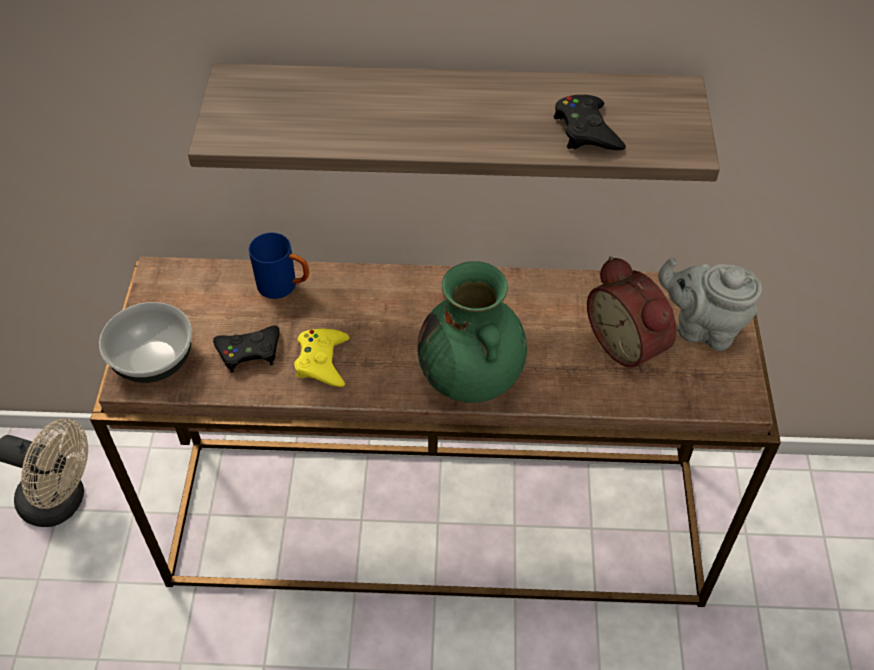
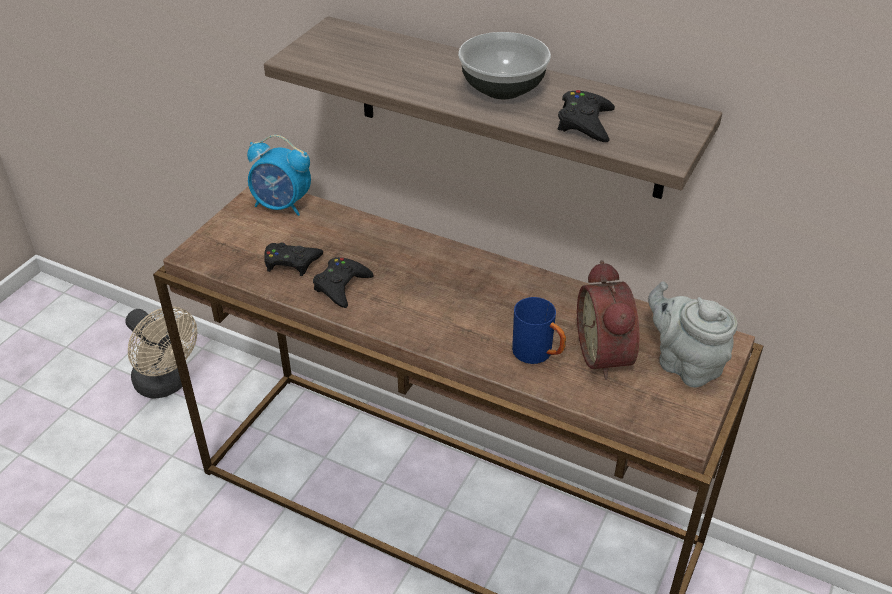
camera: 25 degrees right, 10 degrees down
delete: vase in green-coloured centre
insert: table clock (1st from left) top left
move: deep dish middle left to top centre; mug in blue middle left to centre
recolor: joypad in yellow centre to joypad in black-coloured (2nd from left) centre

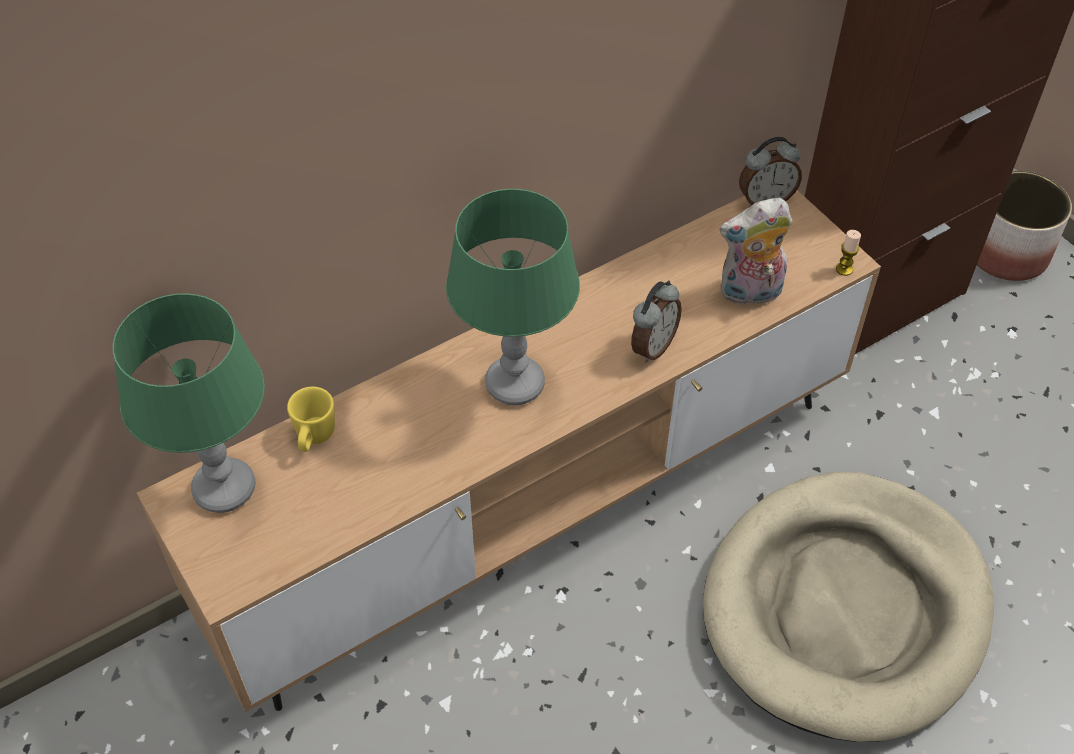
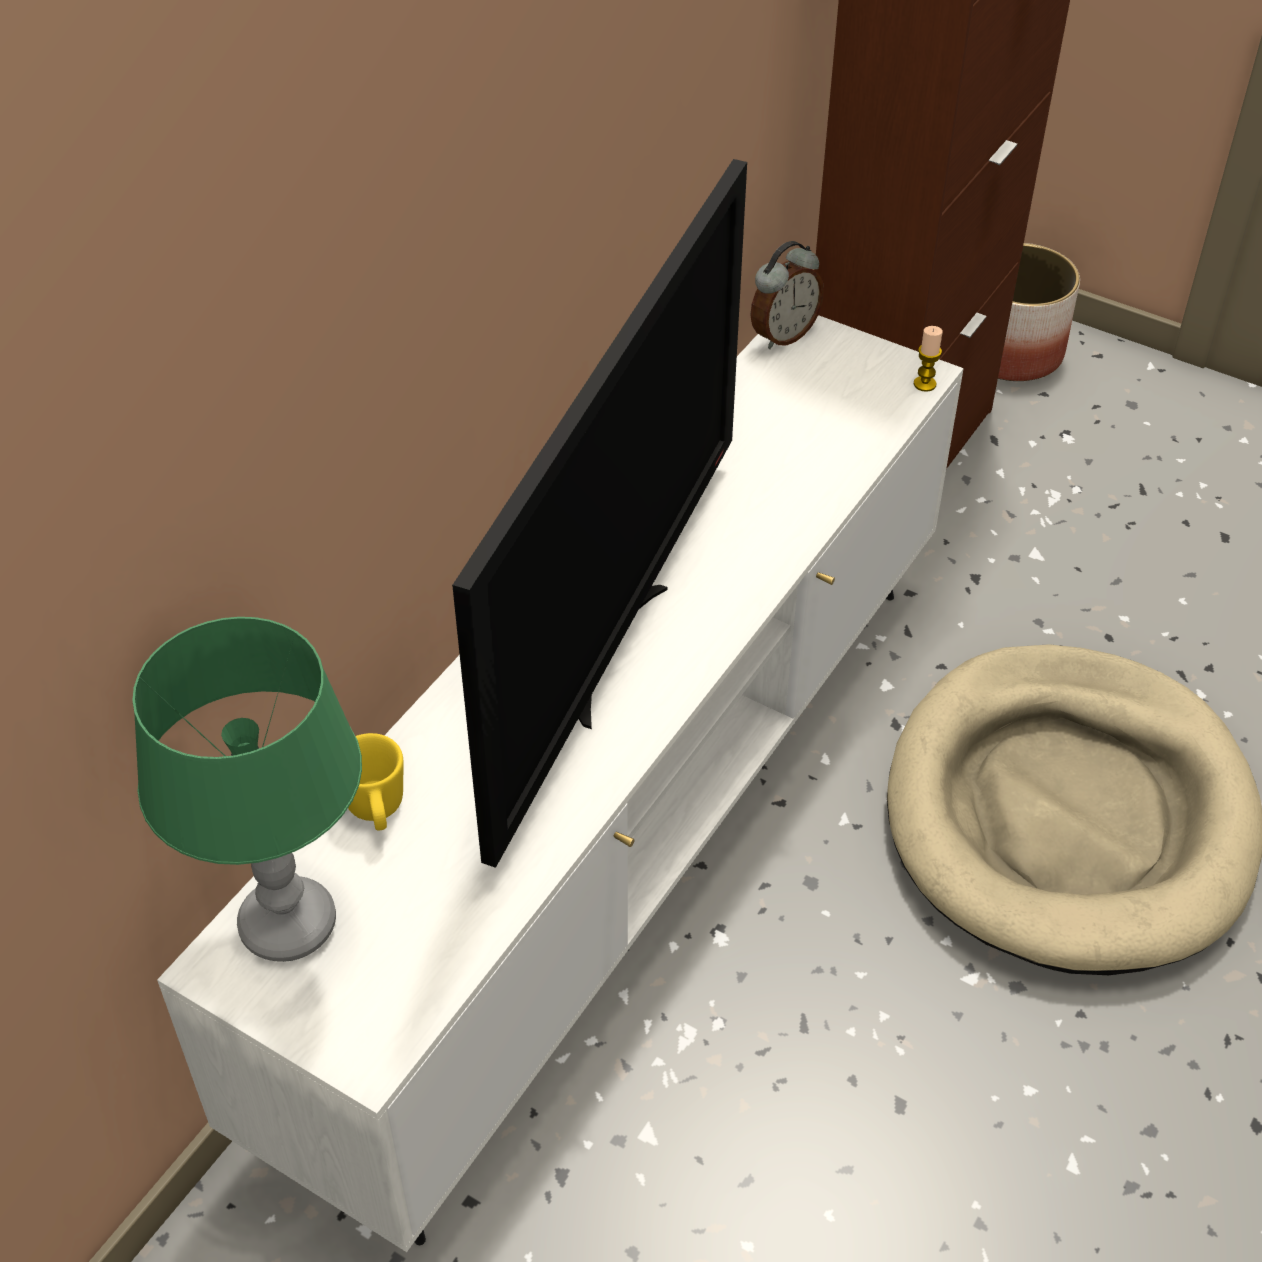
camera: 25 degrees left, 5 degrees down
delete: table clock (1st from left) centre; cuddly toy top right
replace: tabletop lamp in green-coloured (2nd from left) centre to TV set centre
recolor: tv stand in brown-coloured centre to tv stand in whitish centre

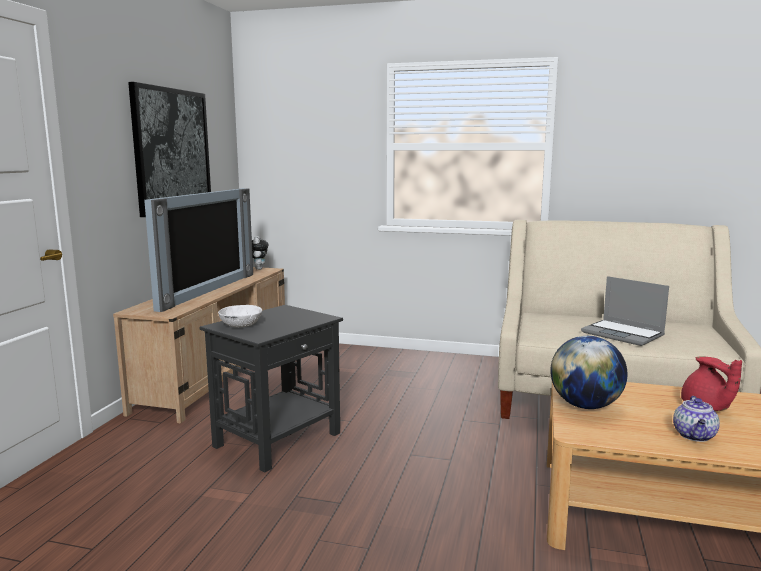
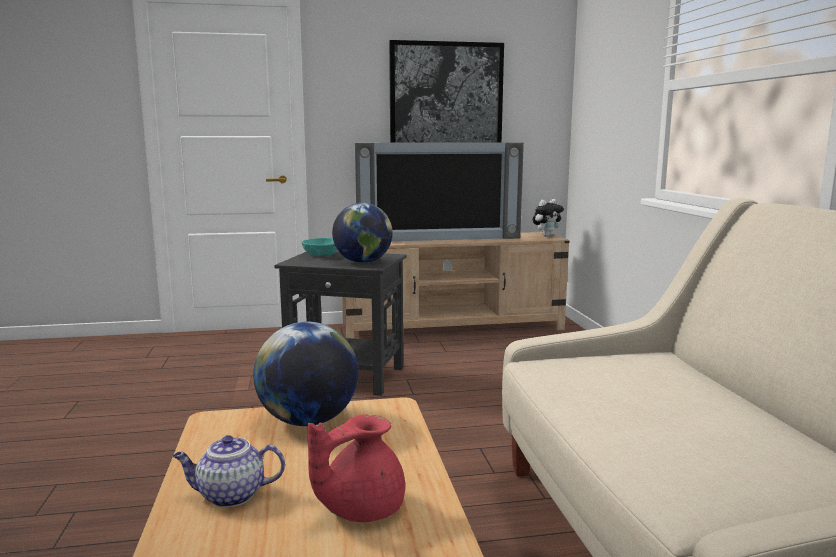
camera: 65 degrees right, 0 degrees up
delete: laptop middle right
insert: globe (2nd from left) centre
recolor: deep dish in whitish middle left to deep dish in blue-green centre

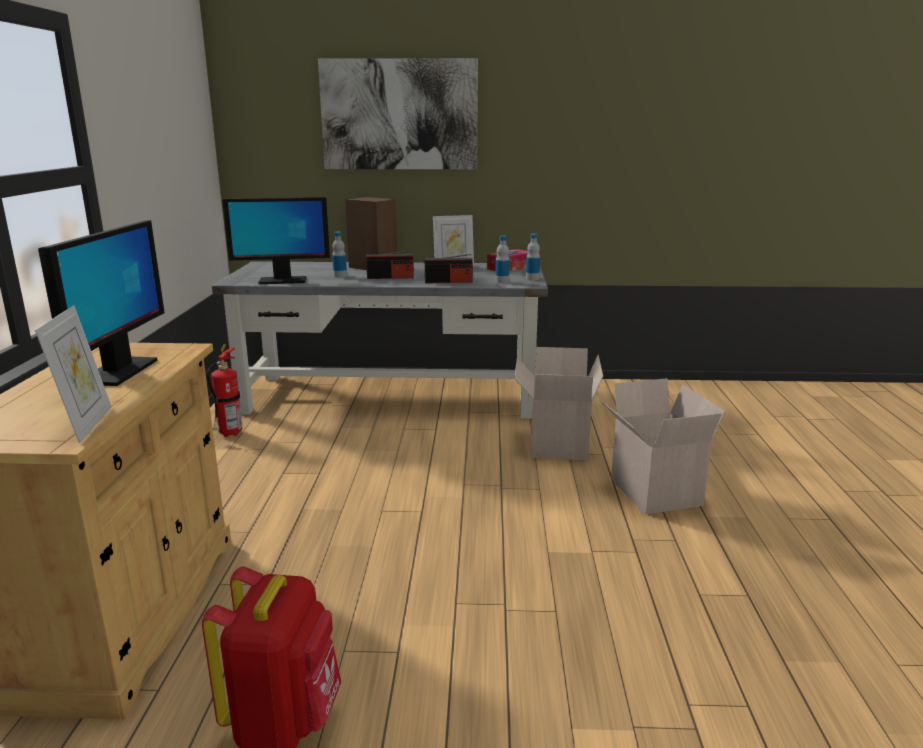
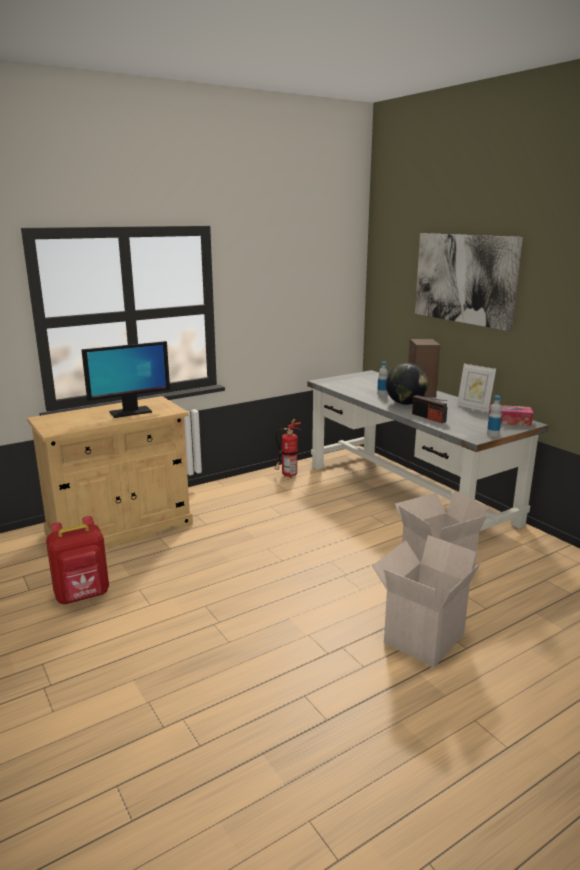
camera: 55 degrees right, 0 degrees up
delete: picture frame (1st from left) middle left; computer display (2nd from left) top left; bottle (2nd from left) centre
replace: radio (1st from left) centre to globe middle right

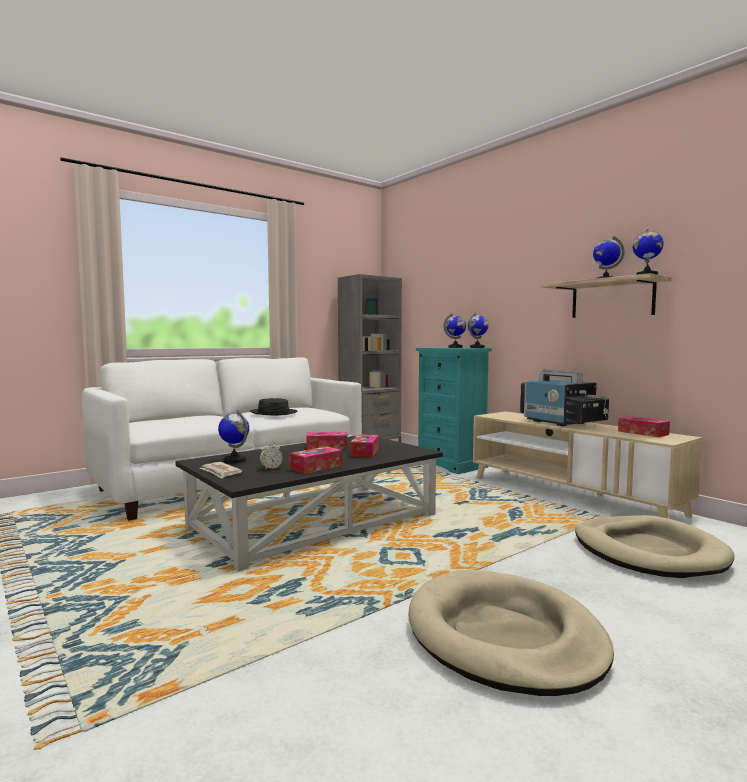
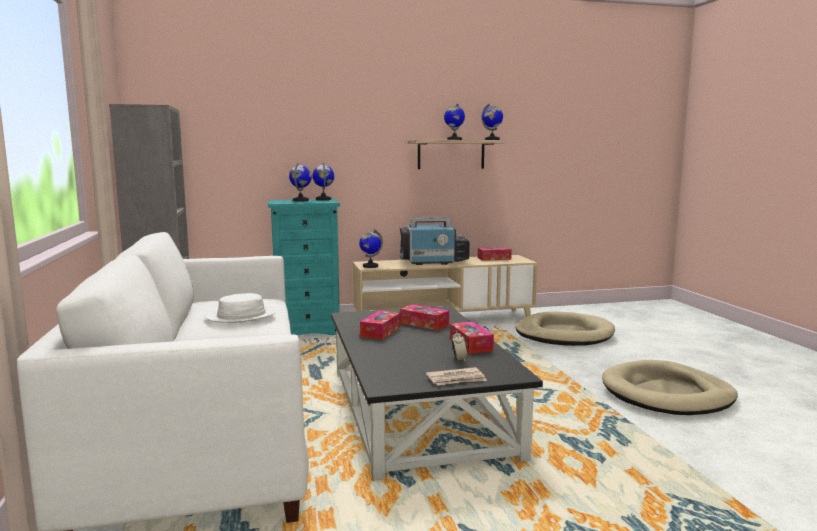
camera: 65 degrees left, 5 degrees up
move: globe (1st from left in the first image) middle left to globe (3rd from left) centre
recolor: clothing hat in black-coloured centre to clothing hat in whitish middle left

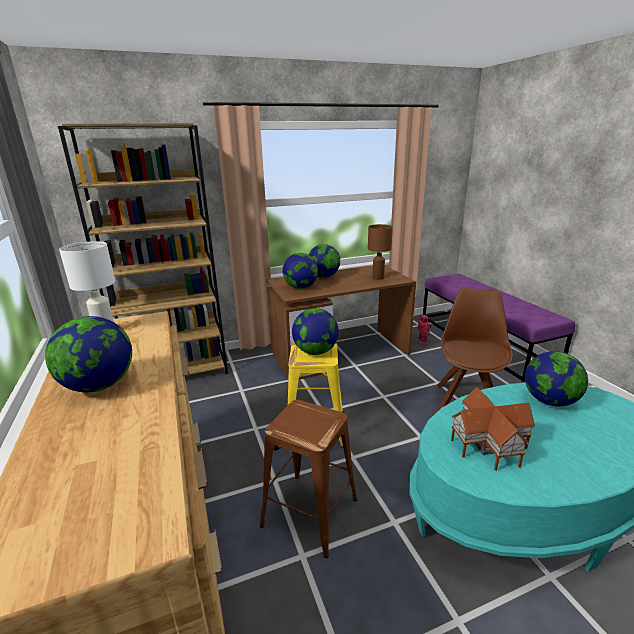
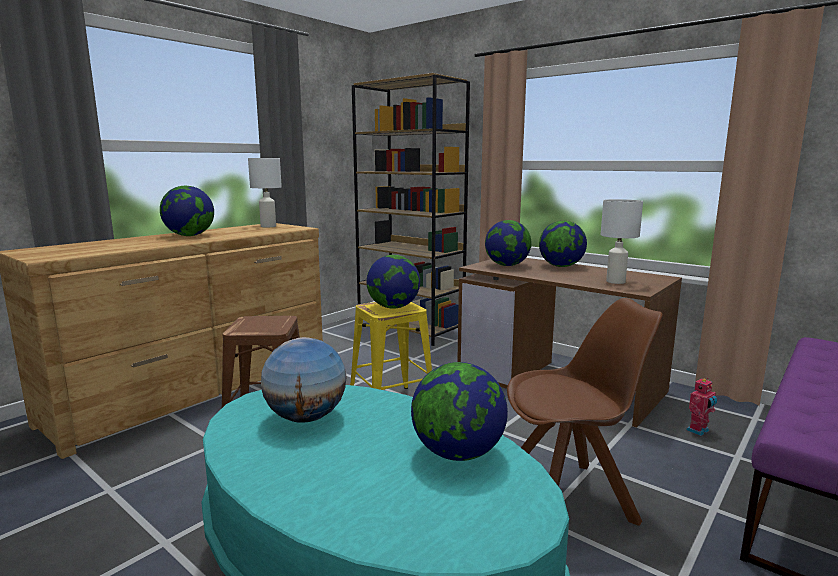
camera: 60 degrees right, 10 degrees down
replace: miniature house bottom right to globe (2nd from left) centre
recolor: tabletop lamp in brown-coloured centre to tabletop lamp in whitish (2nd from left) middle right

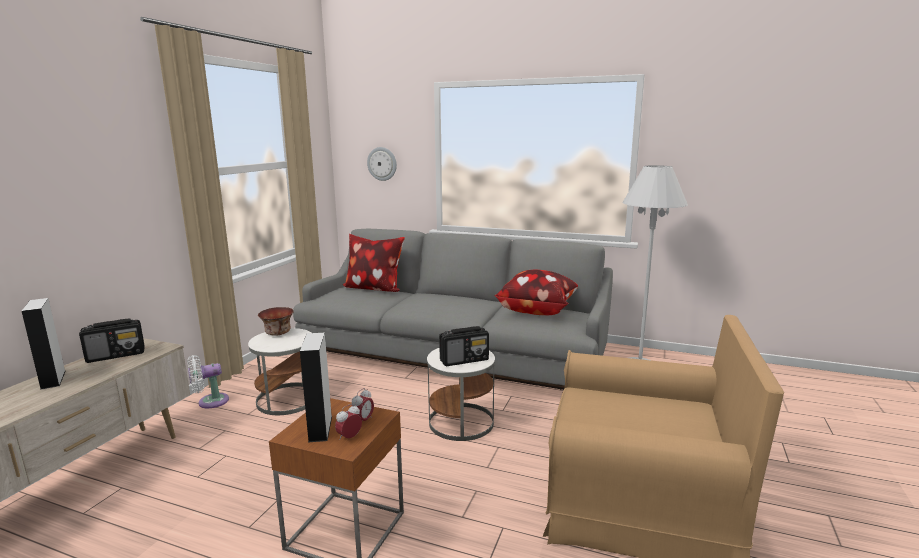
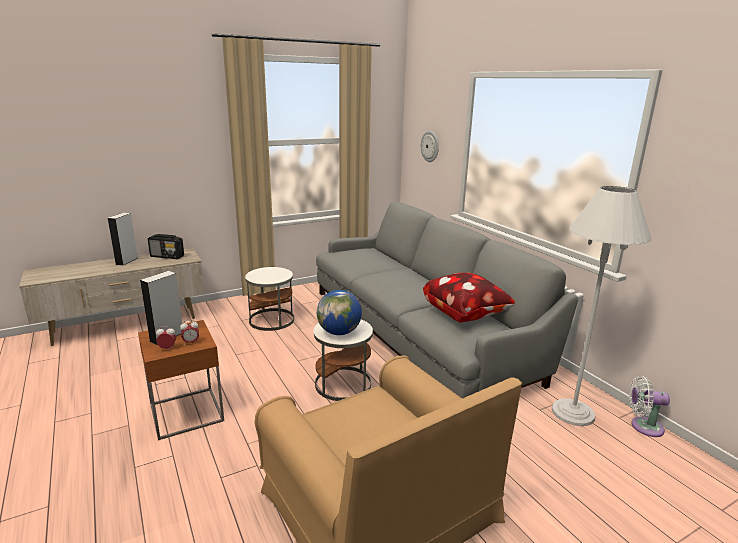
camera: 40 degrees right, 5 degrees up
delete: deep dish middle left; cushion (1st from left) centre
move: electric fan in whitish bottom left to bottom right
replace: radio (2nd from left) centre to globe centre

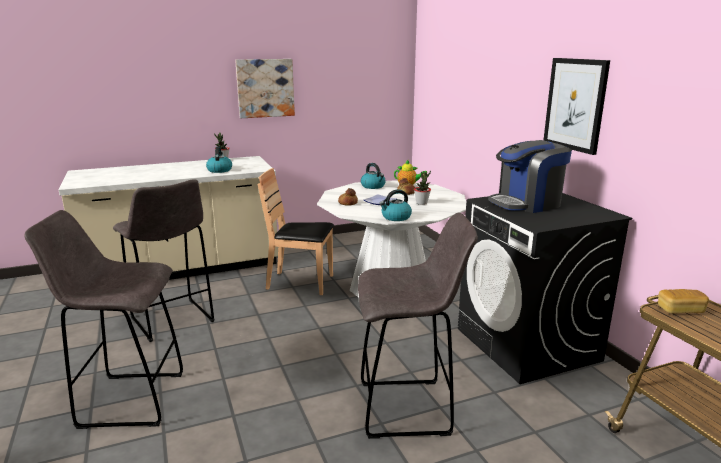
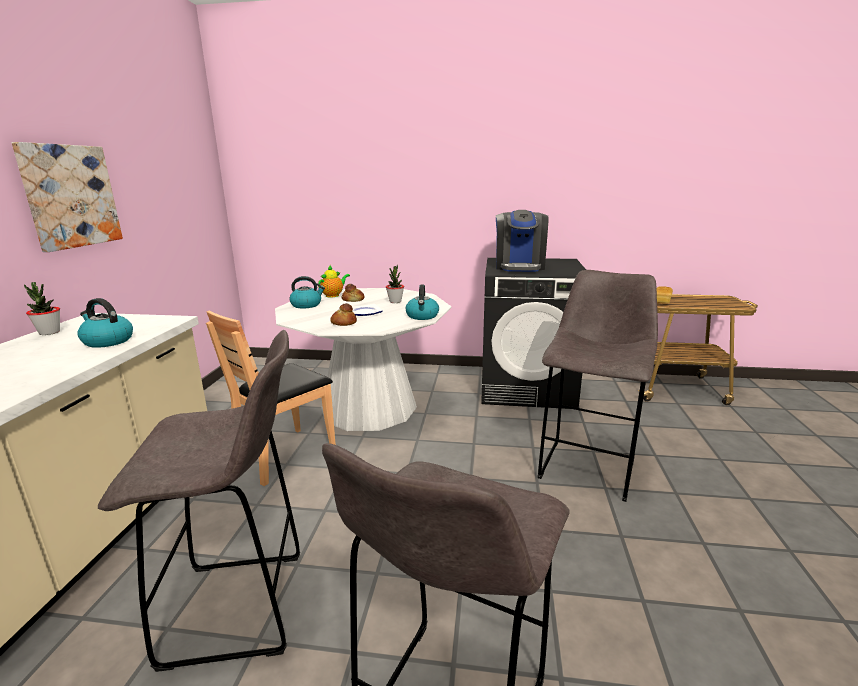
camera: 60 degrees left, 0 degrees up
delete: wall art (2nd from left) top right

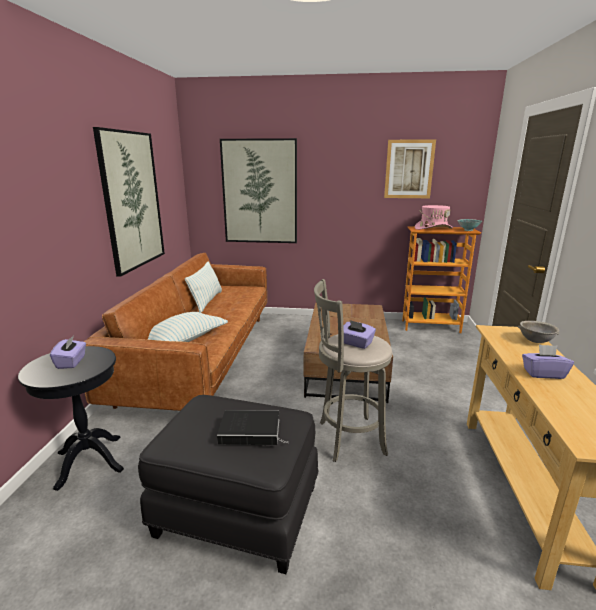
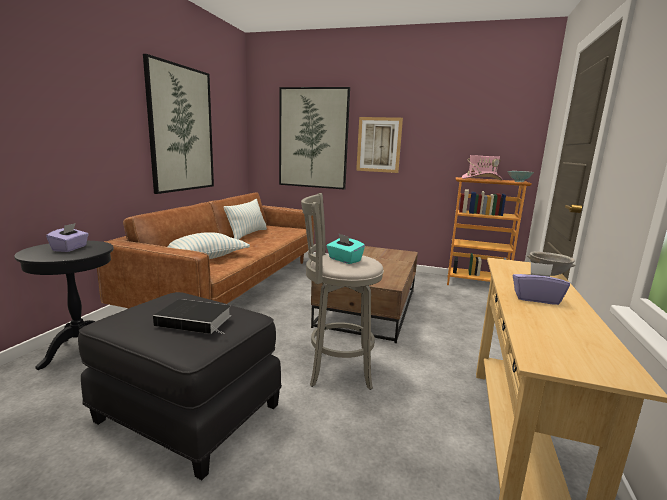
camera: 10 degrees right, 5 degrees down
move: wall art (3rd from left) top right to top centre
recolor: box of tissues in purple (2nd from left) centre to box of tissues in blue-green centre

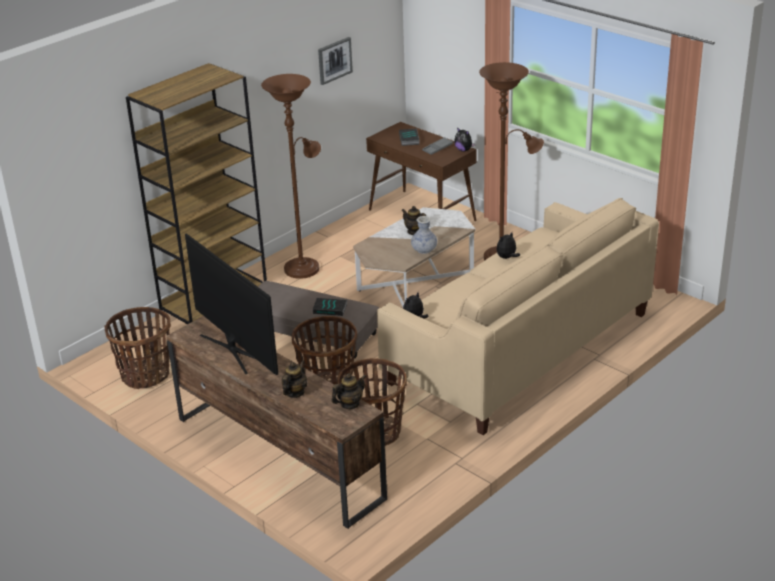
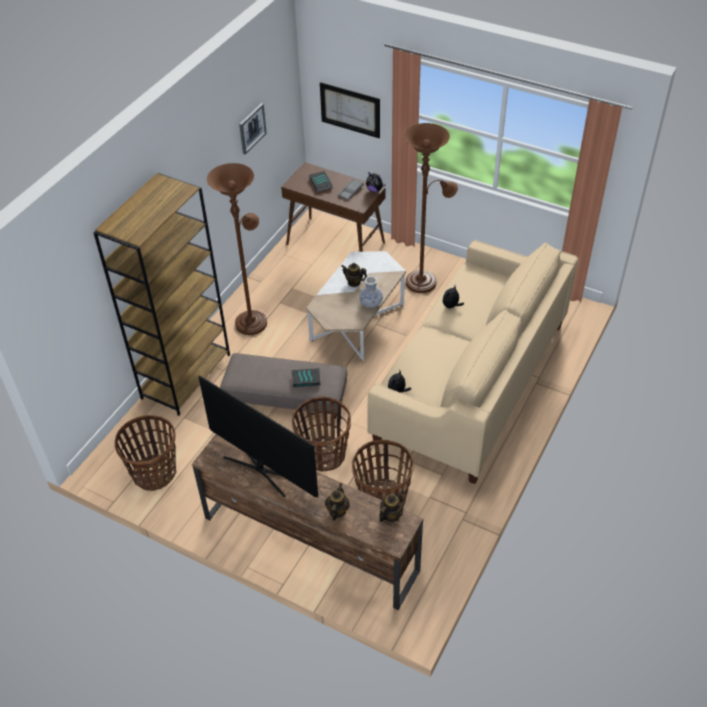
camera: 15 degrees left, 15 degrees up
insert: wall art (2nd from left) top centre

